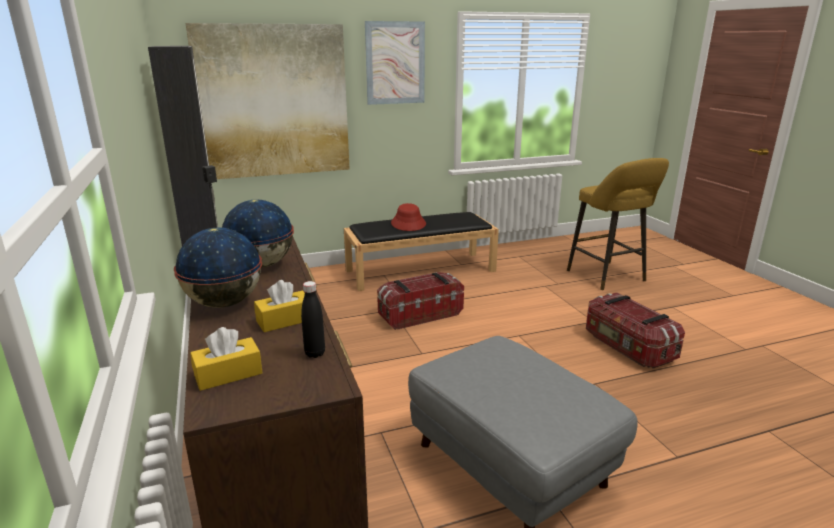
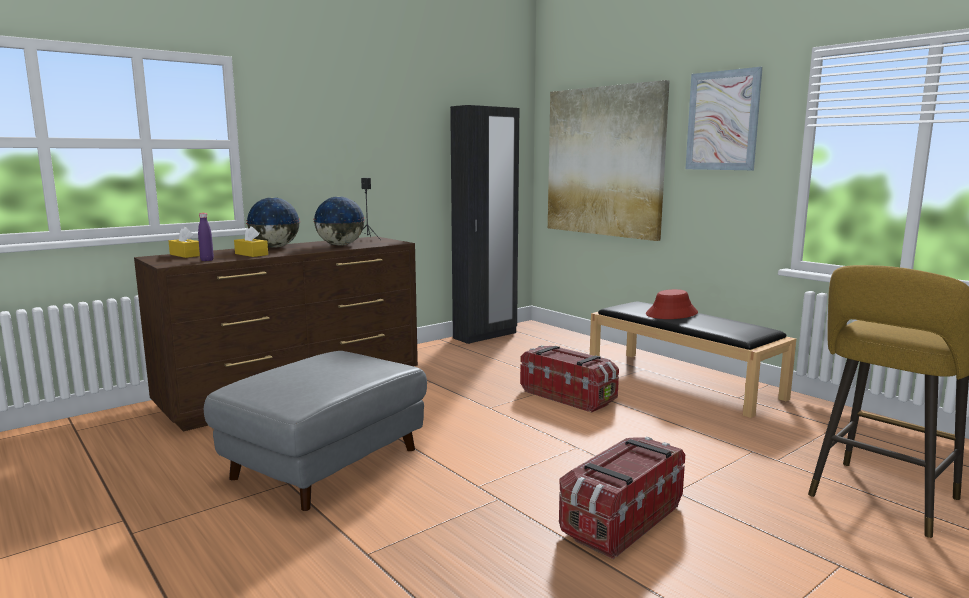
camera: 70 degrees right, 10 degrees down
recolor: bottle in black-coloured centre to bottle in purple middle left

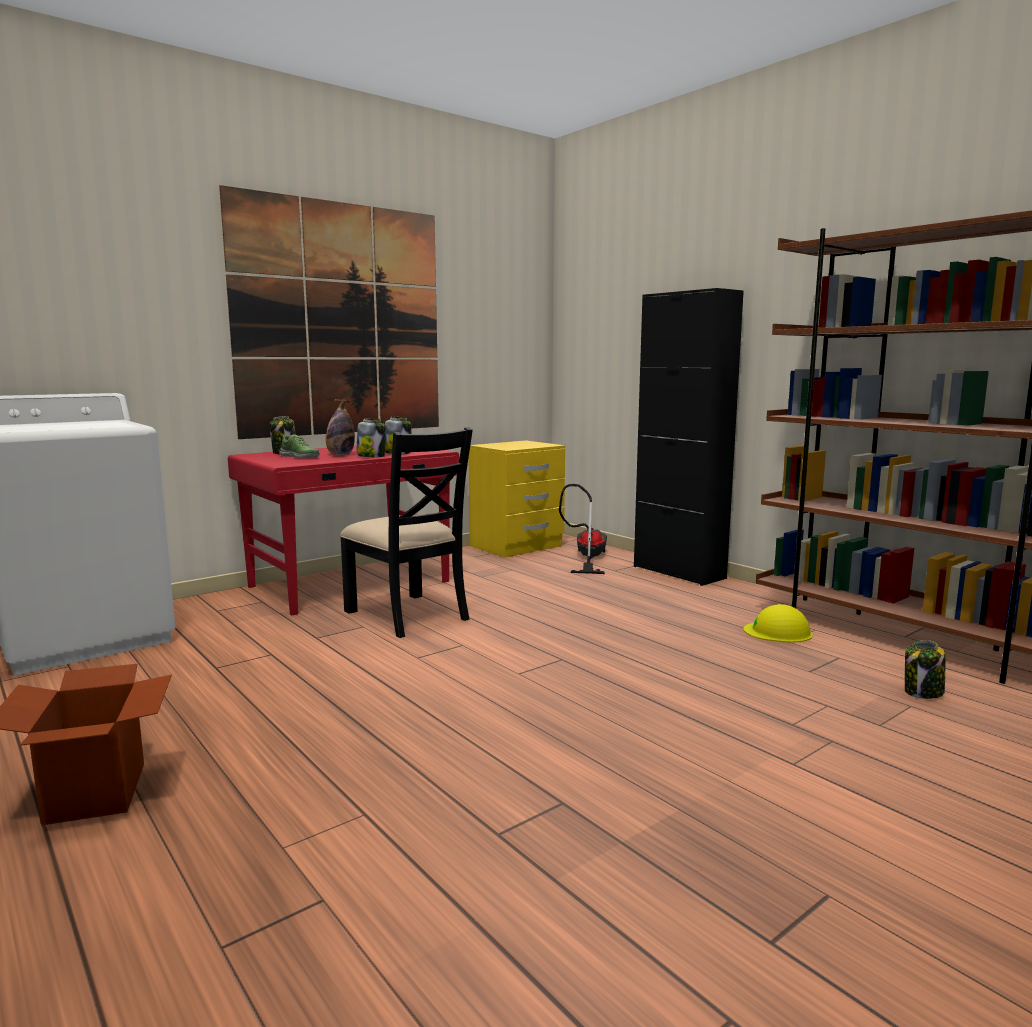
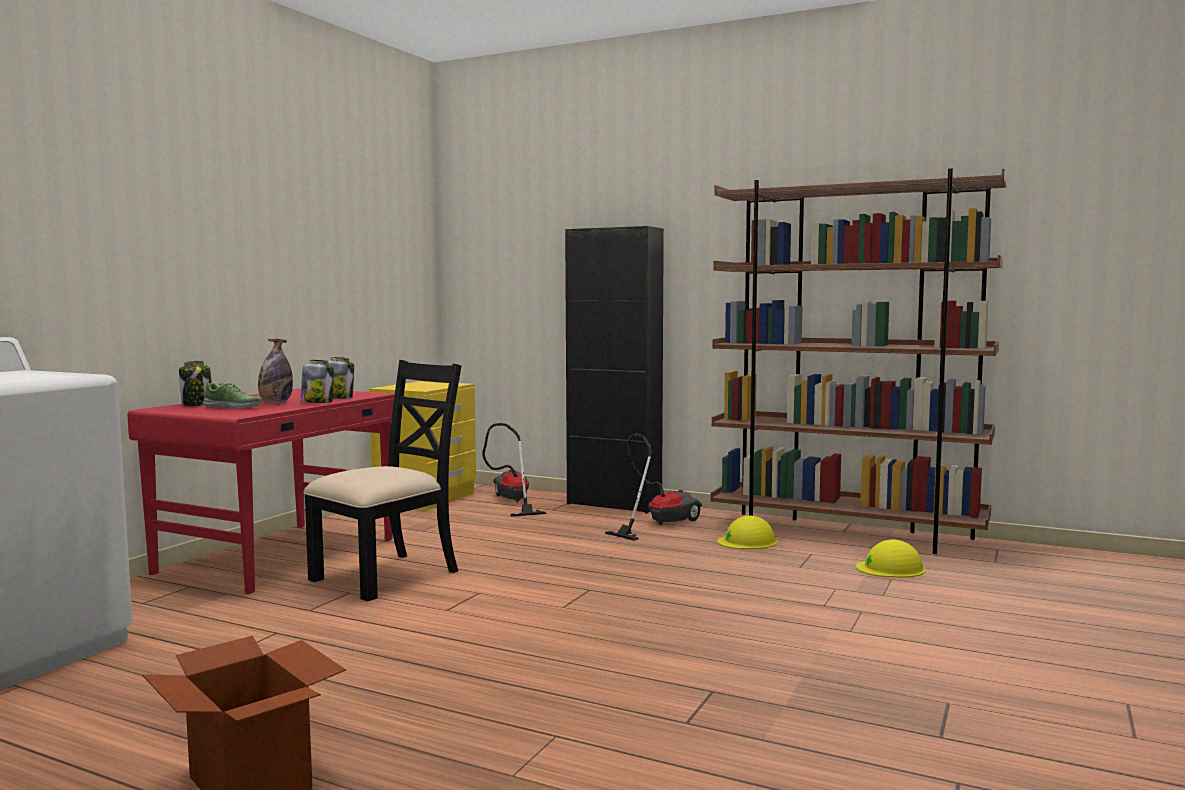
camera: 25 degrees left, 5 degrees down
delete: wall art top left
insert: vacuum cleaner (2nd from left) centre
replace: preserve jar (4th from left) middle right to safety helmet in yellow (2nd from left) bottom right
rotate: chair in black-coloured centre = middle left 75 degrees counterclockwise

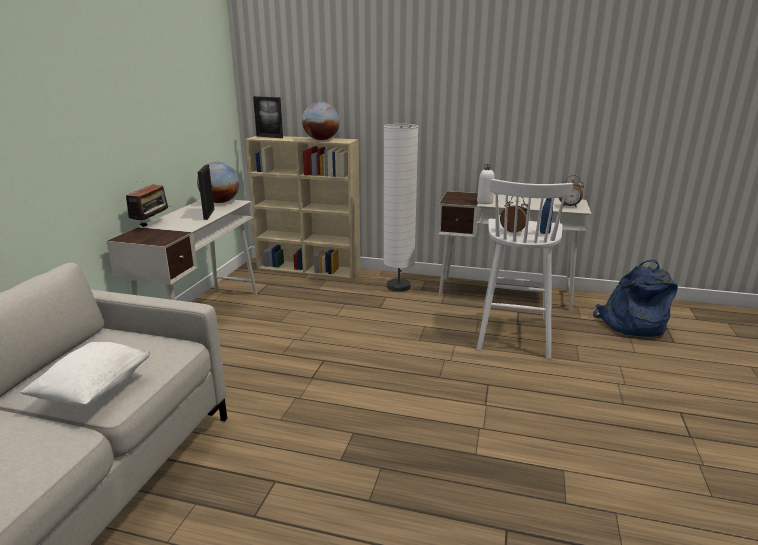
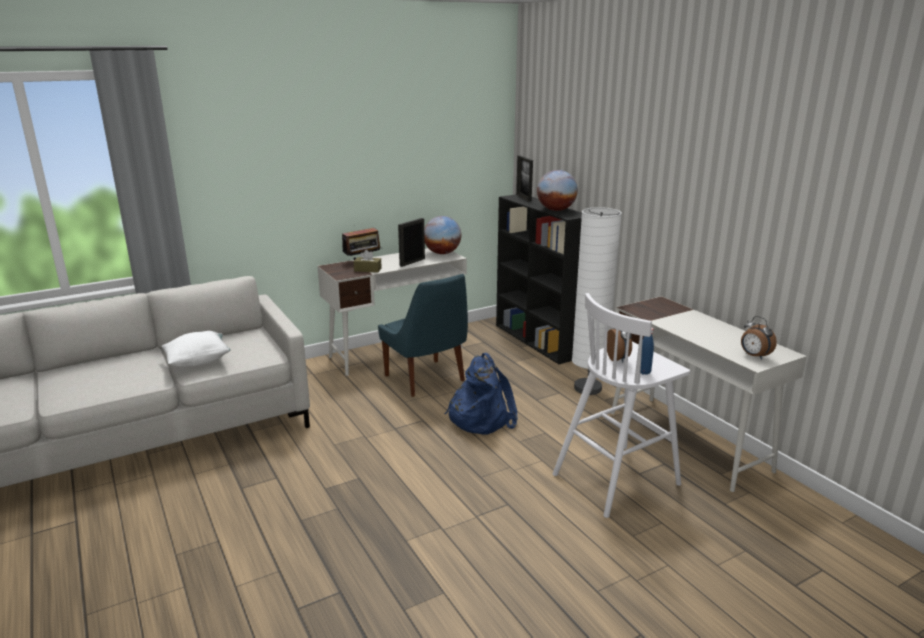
camera: 45 degrees right, 0 degrees up
delete: bottle in whitish centre
insert: box of tissues in brown-coloured centre; chair in blue centre
move: knapsack in blue middle right to centre
recolor: shelving unit in sand-coloured centre to shelving unit in black-coloured centre

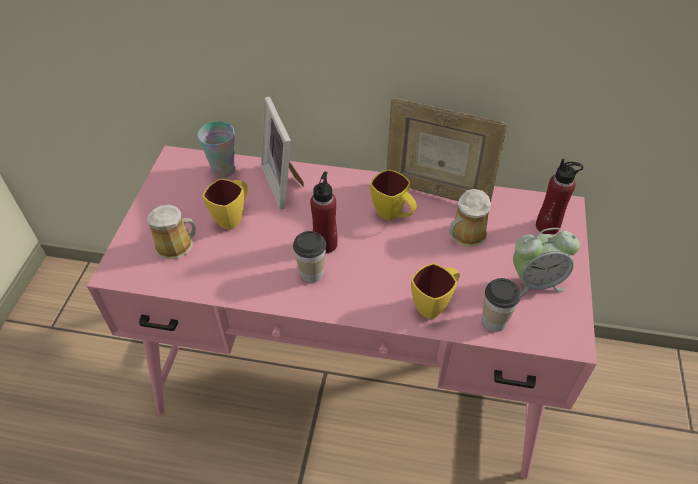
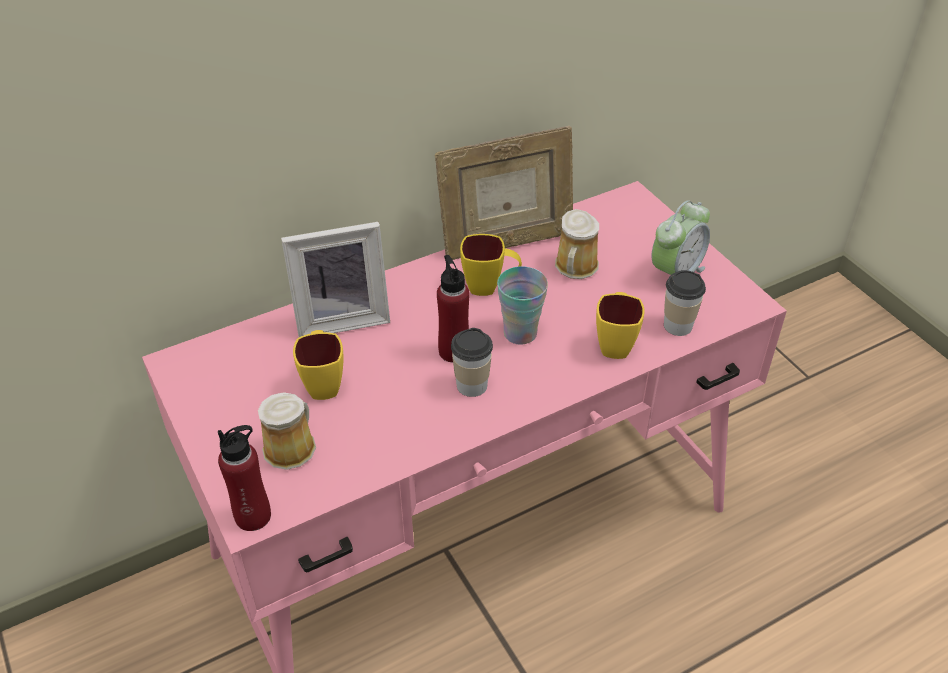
camera: 40 degrees left, 5 degrees down
move: small cup (1st from left in the first image) top left to small cup (2nd from left) centre; bottle in red-coloured (2nd from left in the first image) middle right to bottle in red-coloured (1st from left) bottom left
rotate: picture frame (1st from left) top centre = centre 45 degrees counterclockwise

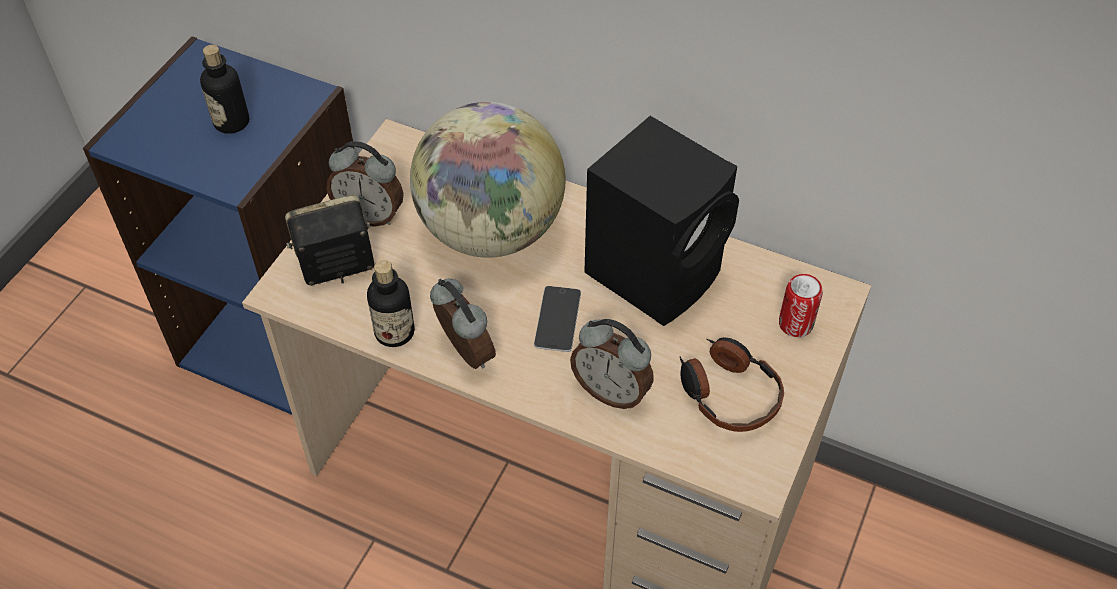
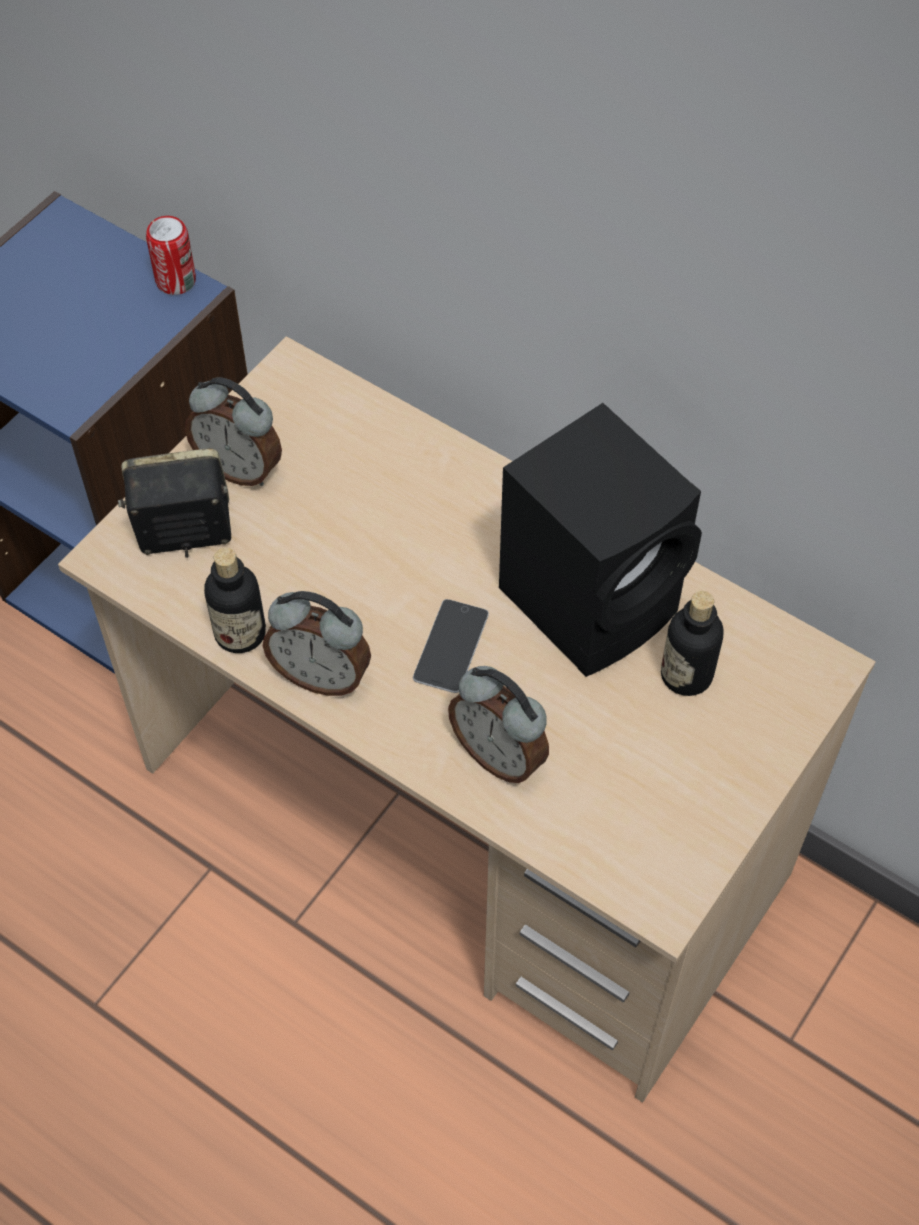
camera: 10 degrees right, 5 degrees up
delete: globe top centre; headset centre
move: bottle (1st from left in the first image) top left to bottle (2nd from left) middle right; sealed can middle right to top left
rotate: table clock (2nd from left) centre = centre 135 degrees clockwise

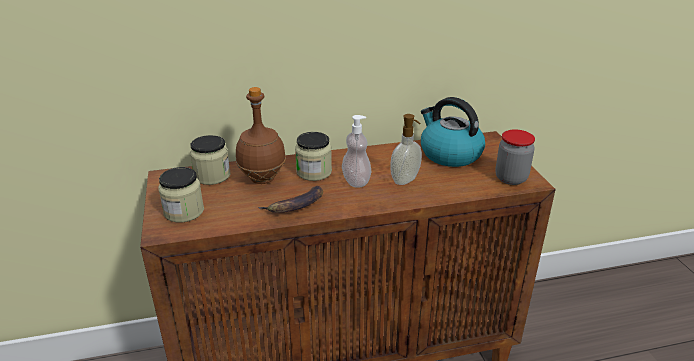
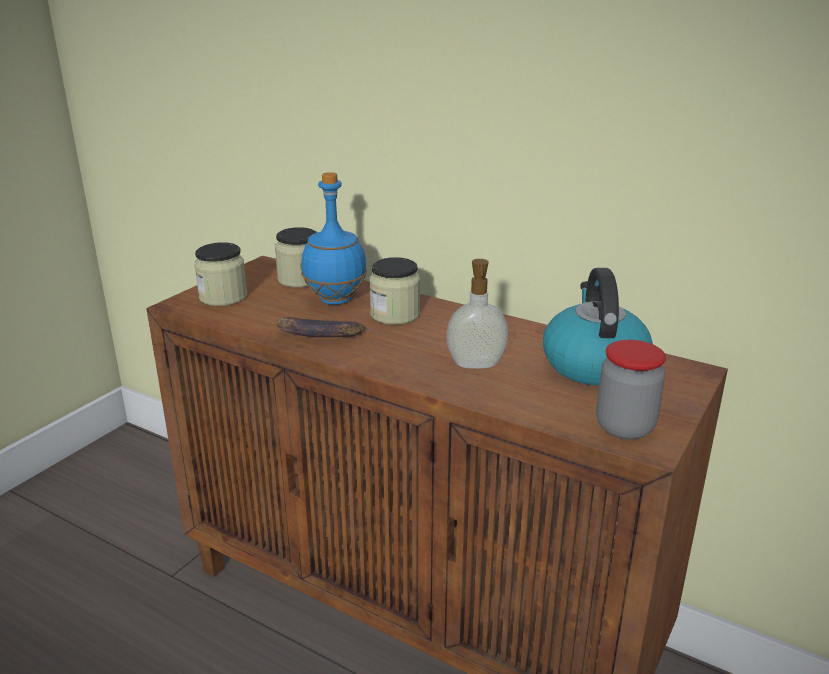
camera: 45 degrees right, 5 degrees down
delete: soap dispenser (1st from left) centre
recolor: bottle in brown-coloured centre to bottle in blue centre

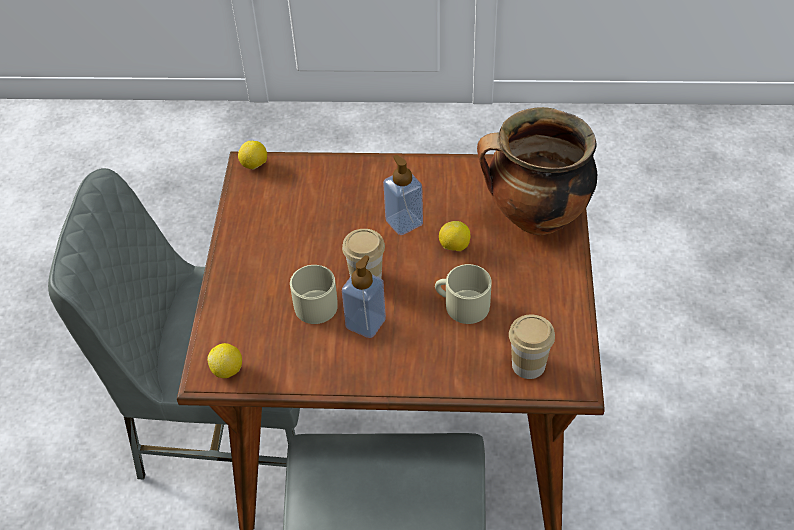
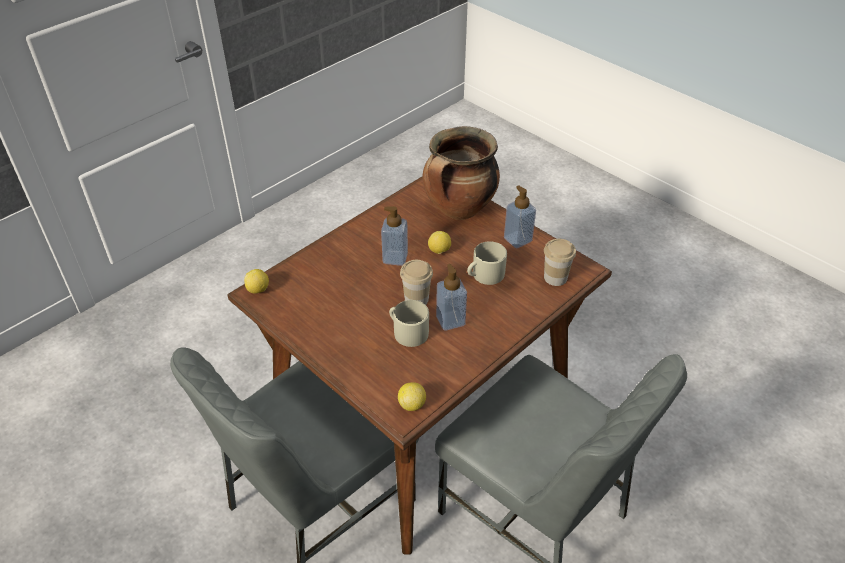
camera: 50 degrees left, 5 degrees down
insert: soap dispenser (3rd from left) centre

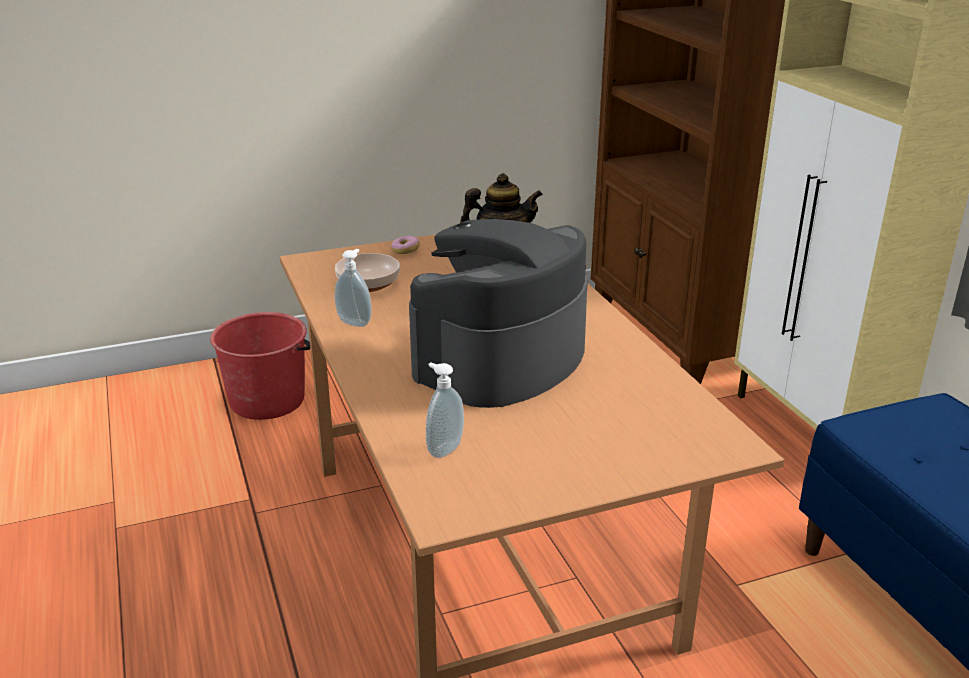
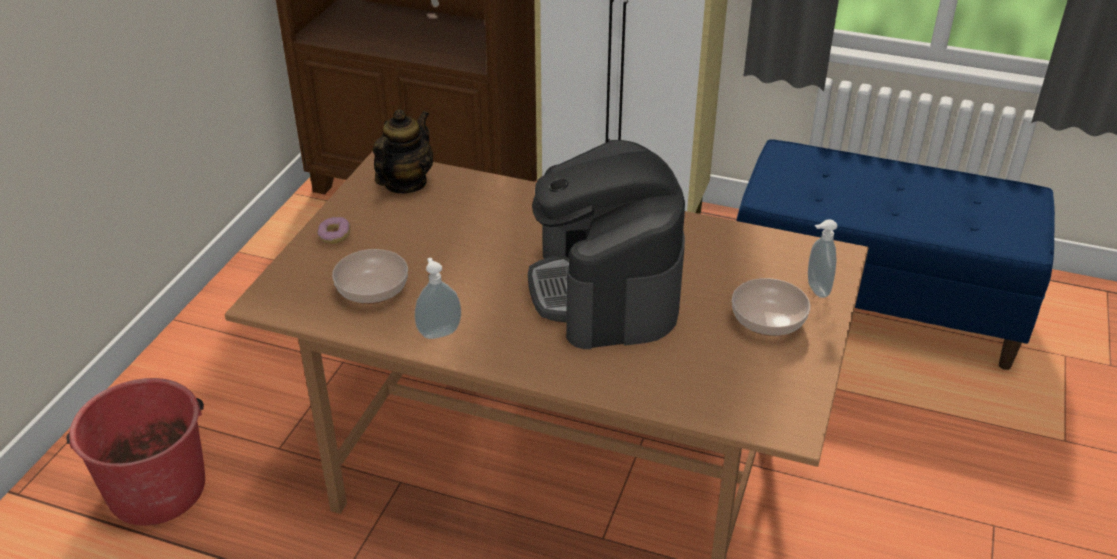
camera: 50 degrees left, 10 degrees up
insert: deep dish (2nd from left) middle right
move: soap dispenser (2nd from left) centre to middle right

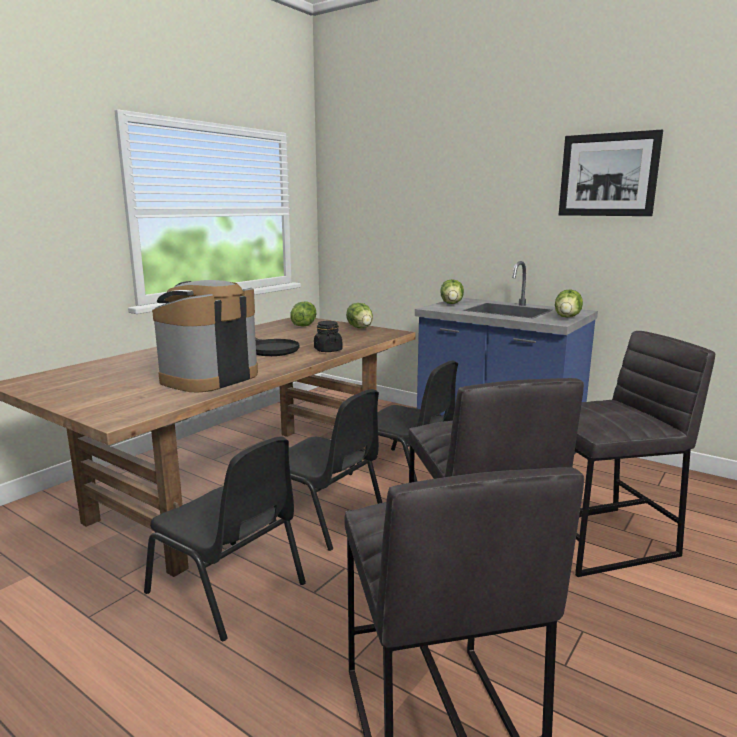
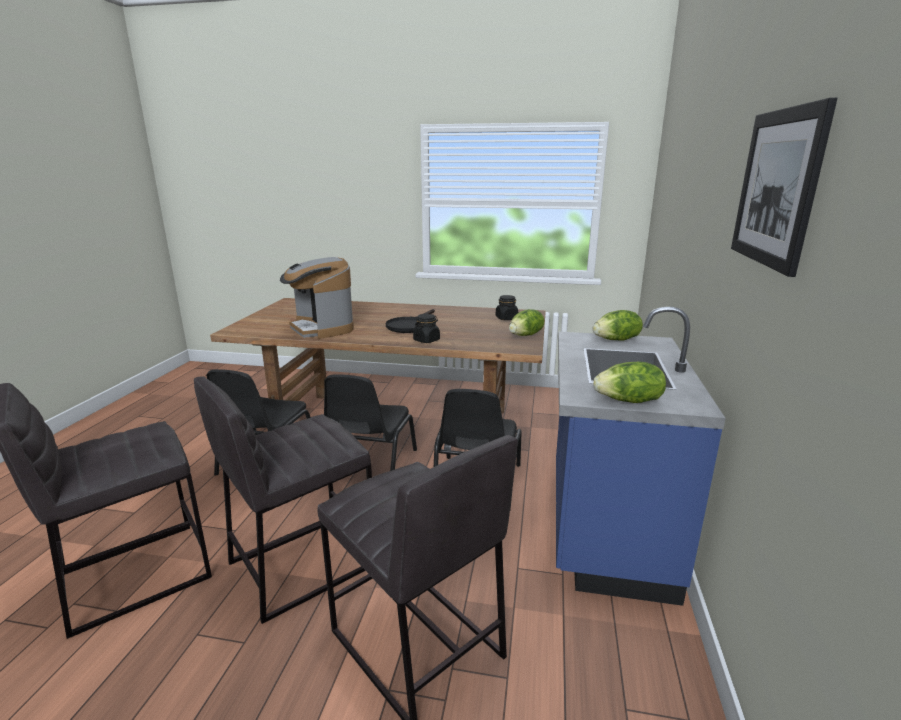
camera: 65 degrees right, 5 degrees up
replace: lettuce (1st from left) centre to preserve jar in black-coloured (2nd from left) centre
rotate: coffee brewer middle left = centre 135 degrees counterclockwise

